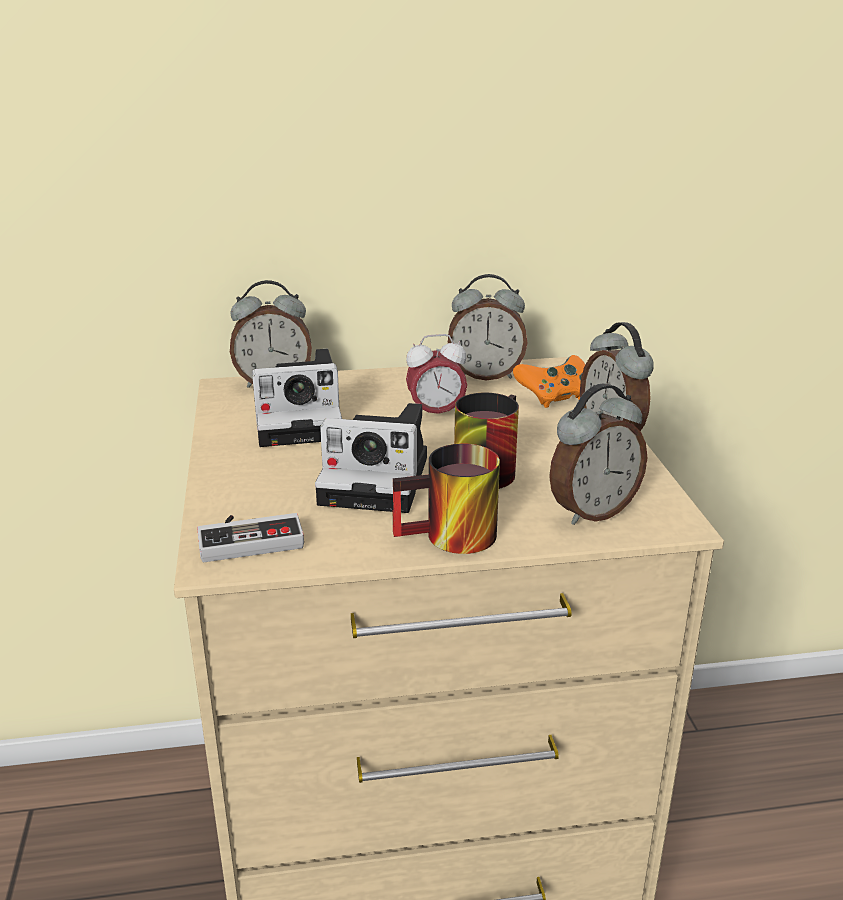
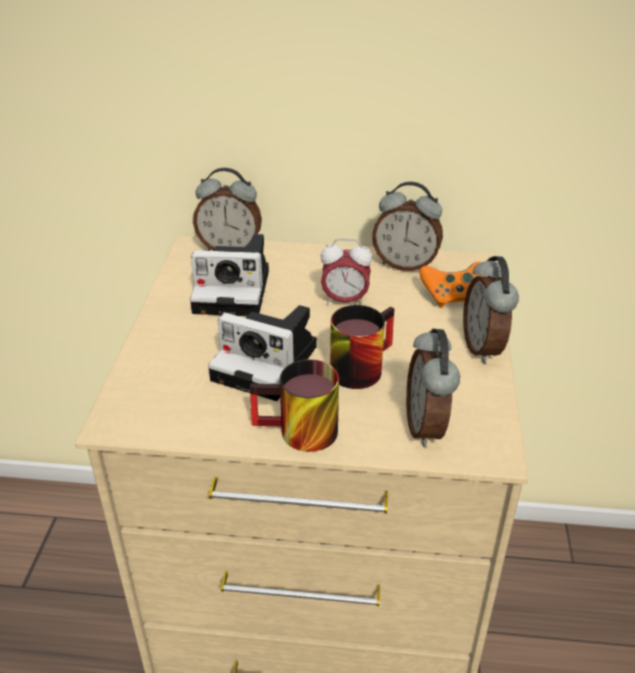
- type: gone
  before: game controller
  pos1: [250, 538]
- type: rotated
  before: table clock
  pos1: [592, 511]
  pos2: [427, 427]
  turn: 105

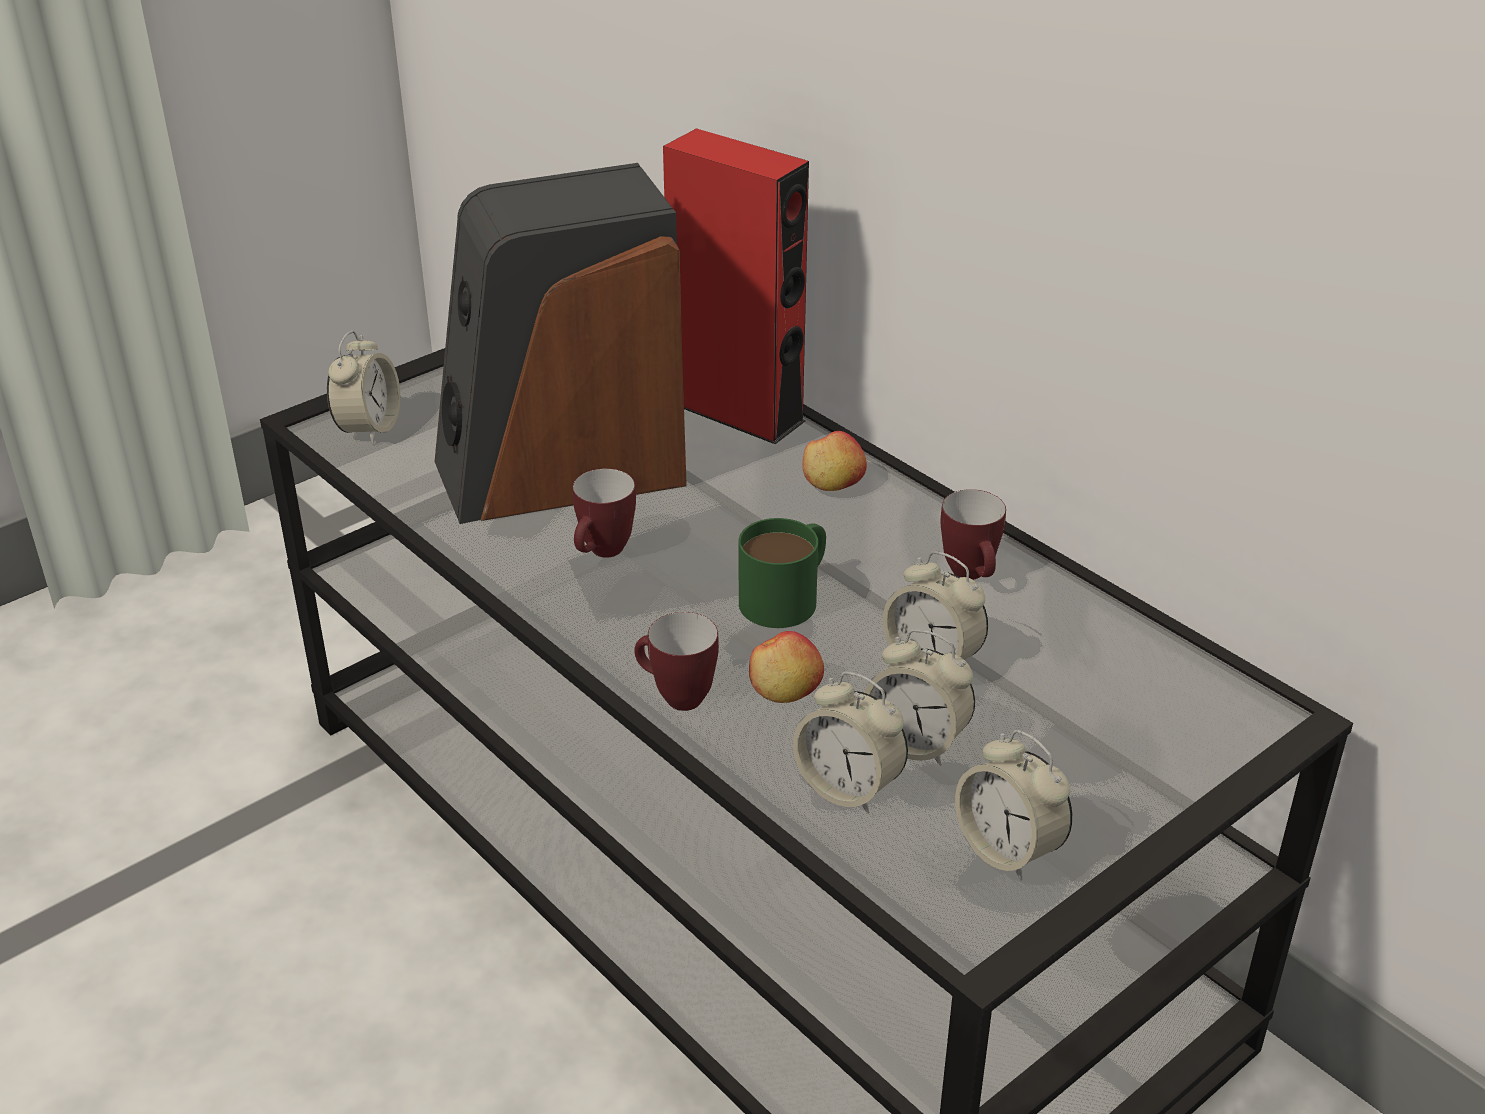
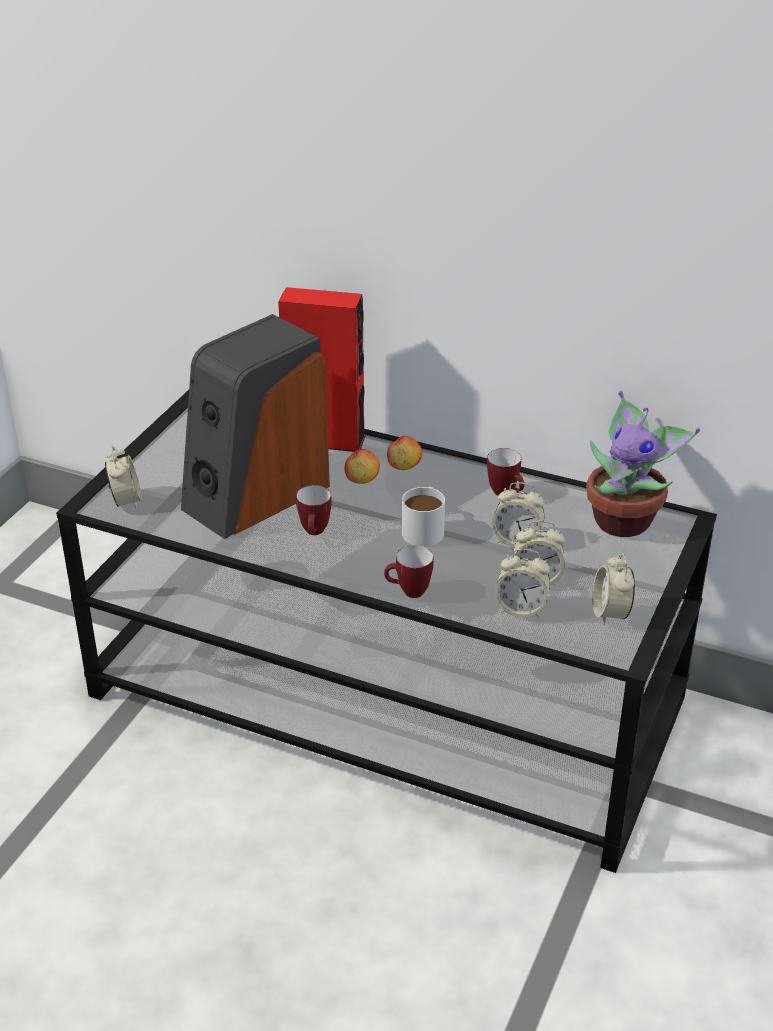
- type: repainted
  before: mug (green-coloured)
  after: mug (white-coloured)
  pos1: [788, 596]
  pos2: [425, 528]
- type: shifted
  before: whole apple
  pos1: [785, 692]
  pos2: [362, 479]
- type: rotated
  before: table clock
  pos1: [1008, 850]
  pos2: [610, 613]
  turn: 60
- type: new
  after: plant in a pot
  pos2: [625, 521]

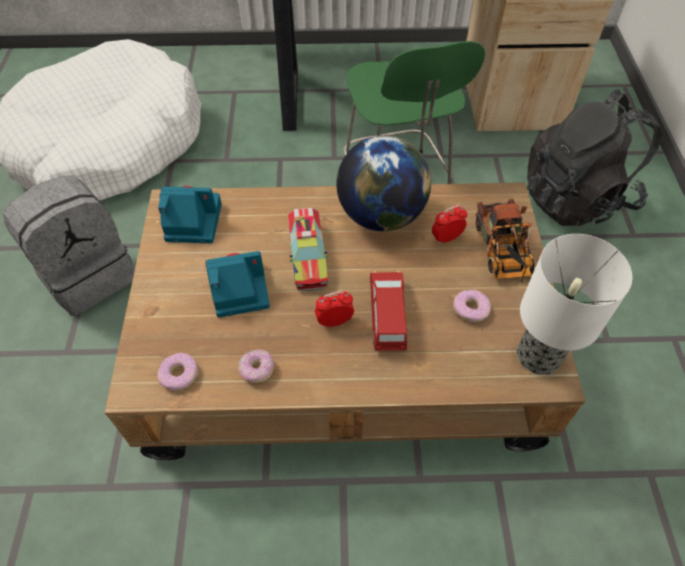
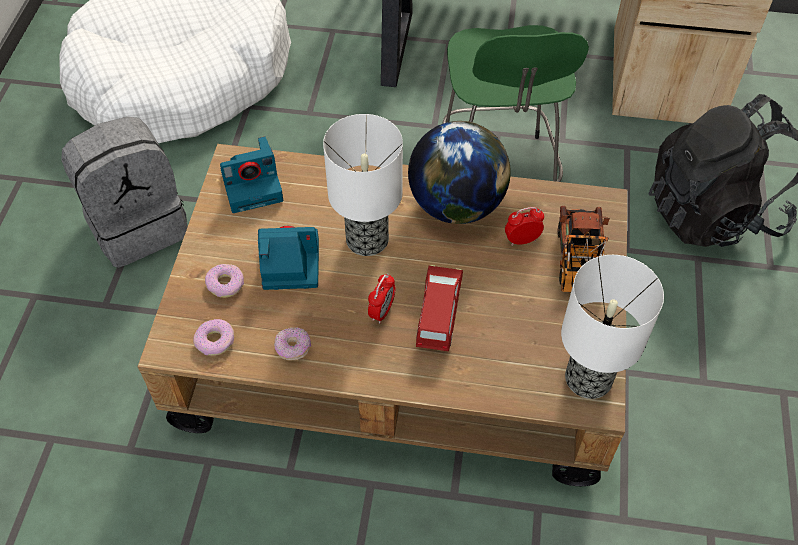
- type: rotated
  before: photo camera
  pos1: [192, 222]
  pos2: [253, 185]
  turn: 150
- type: swapped
  before: model truck
  after: lamp for a table
  pos1: [308, 256]
  pos2: [368, 239]
- type: rotated
  before: table clock
  pos1: [334, 321]
  pos2: [382, 311]
  turn: 120
- type: shifted
  before: ring doughnut
  pos1: [470, 309]
  pos2: [225, 284]

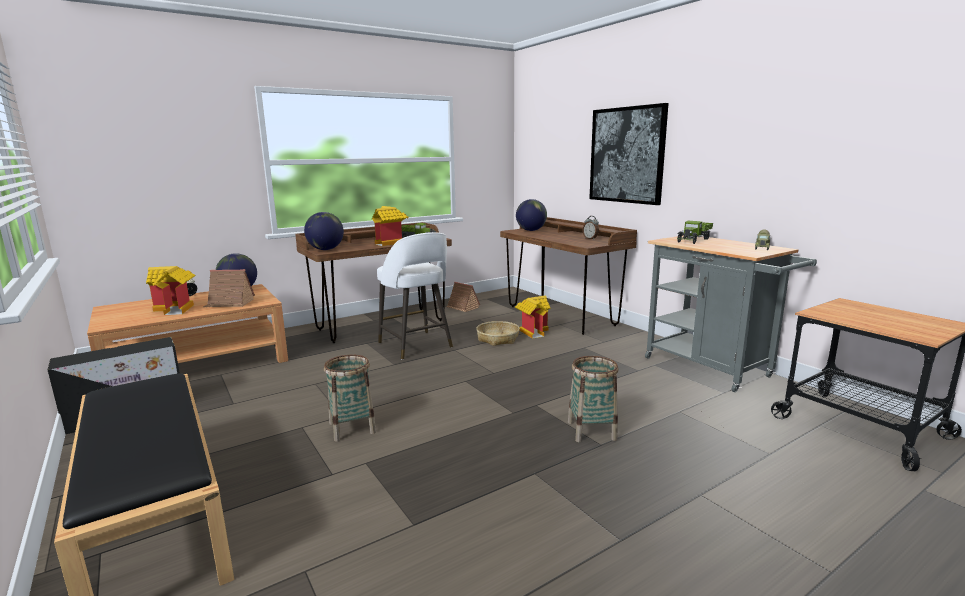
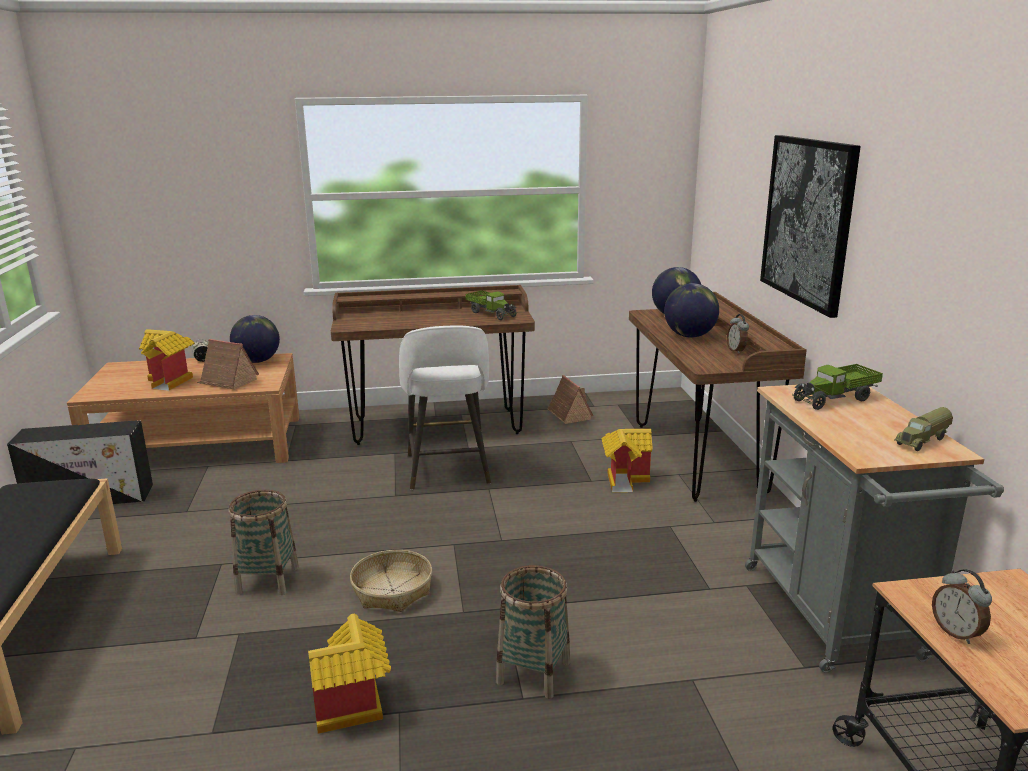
- type: shifted
  before: world globe
  pos1: [325, 249]
  pos2: [689, 336]
- type: shifted
  before: toy house
  pos1: [390, 243]
  pos2: [354, 709]
- type: shifted
  before: storage basket
  pos1: [498, 339]
  pos2: [392, 590]
- type: new
  after: table clock
  pos2: [956, 632]

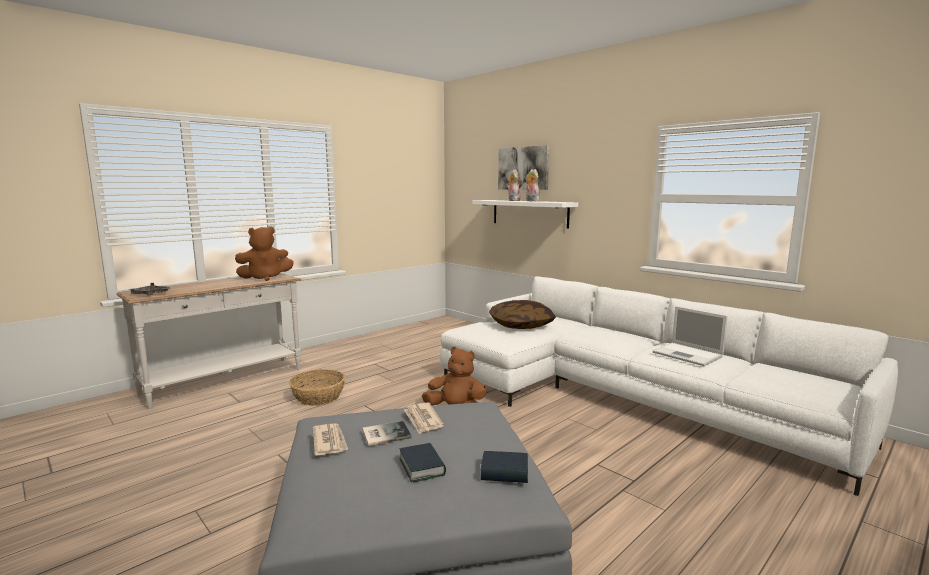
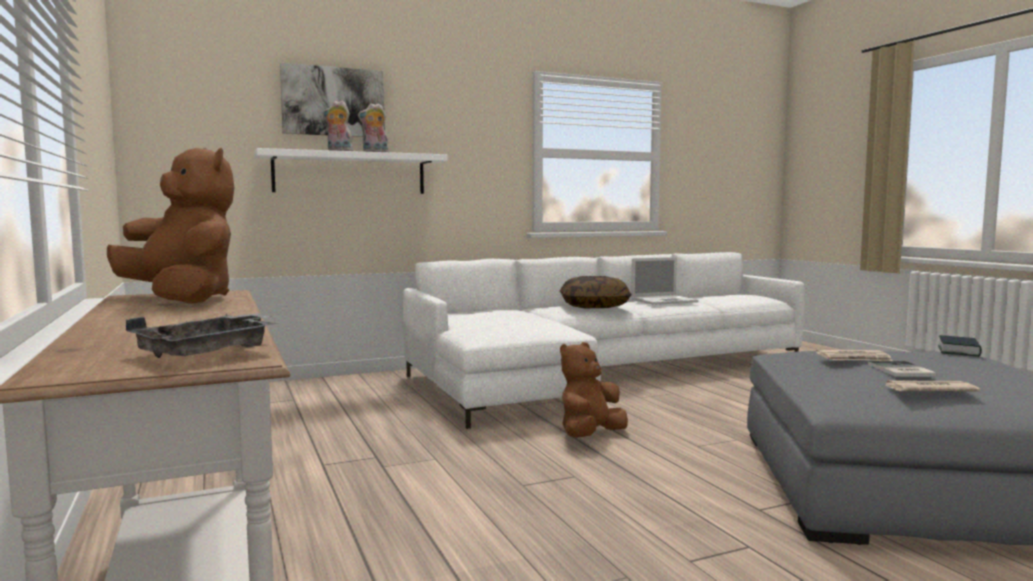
- type: rotated
  before: soft toy (brown)
  pos1: [265, 278]
  pos2: [182, 299]
  turn: -45
- type: gone
  before: storage basket
  pos1: [319, 397]
- type: gone
  before: book
  pos1: [422, 467]
- type: shifted
  before: pillow
  pos1: [521, 325]
  pos2: [594, 306]

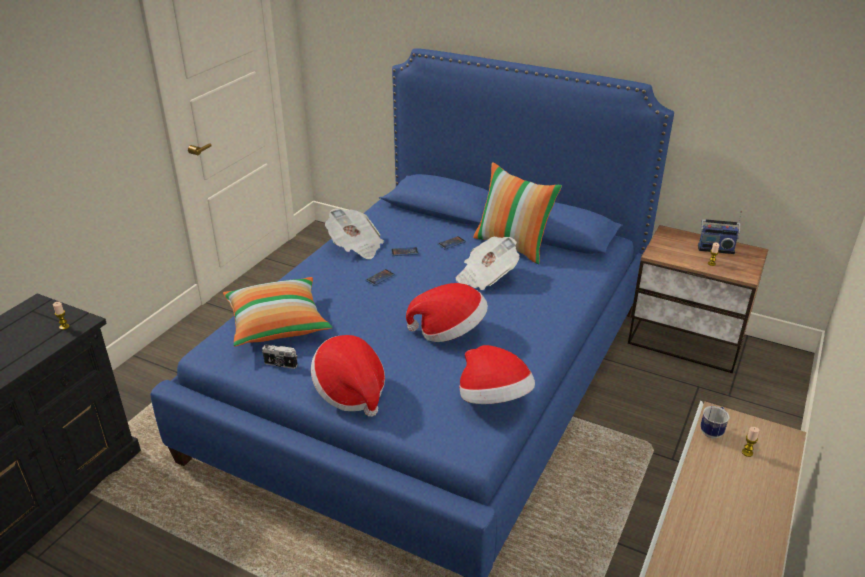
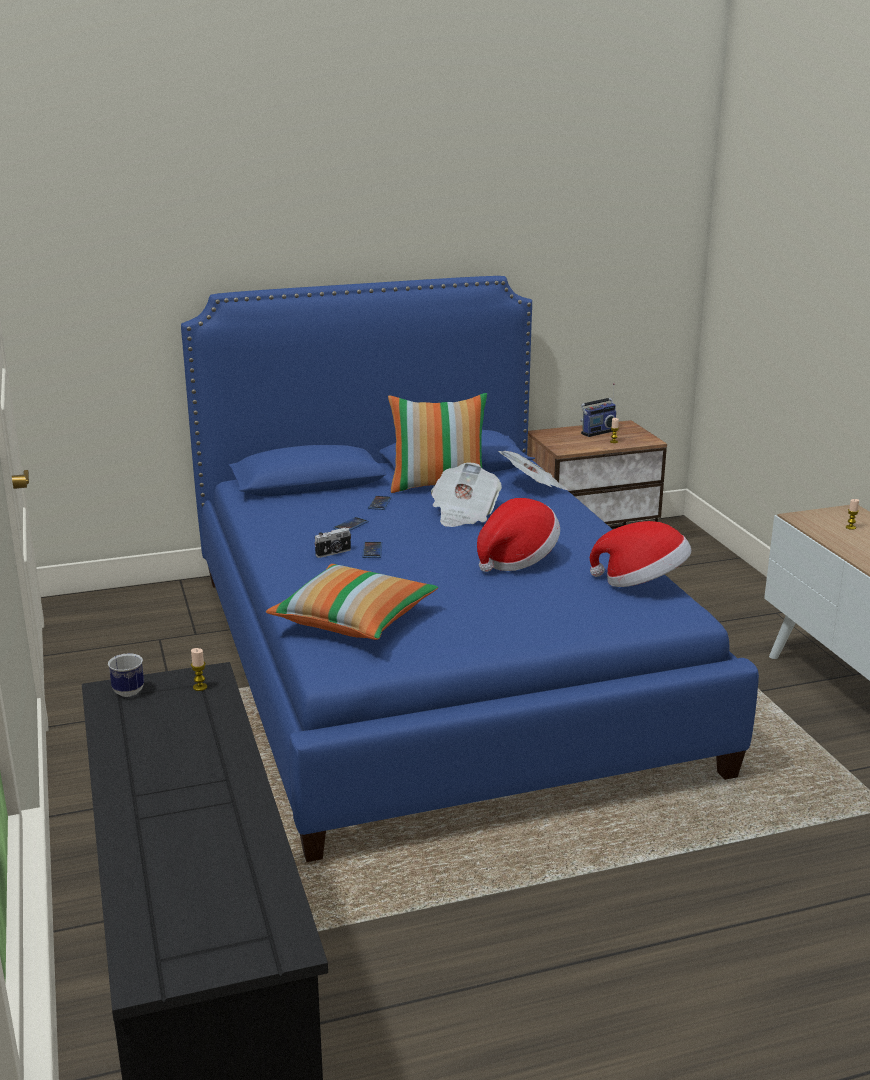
- type: shifted
  before: photo camera
  pos1: [280, 365]
  pos2: [334, 553]
- type: gone
  before: hat
  pos1: [350, 392]
- type: shifted
  before: printed paper
  pos1: [355, 247]
  pos2: [533, 488]
- type: shifted
  before: mug
  pos1: [712, 431]
  pos2: [129, 689]

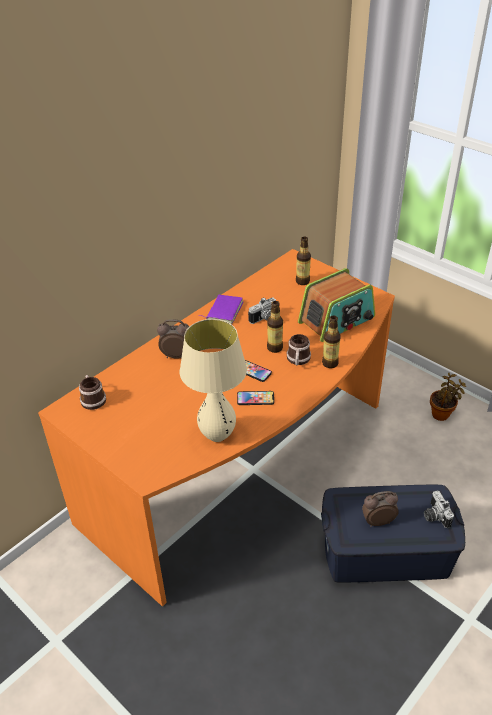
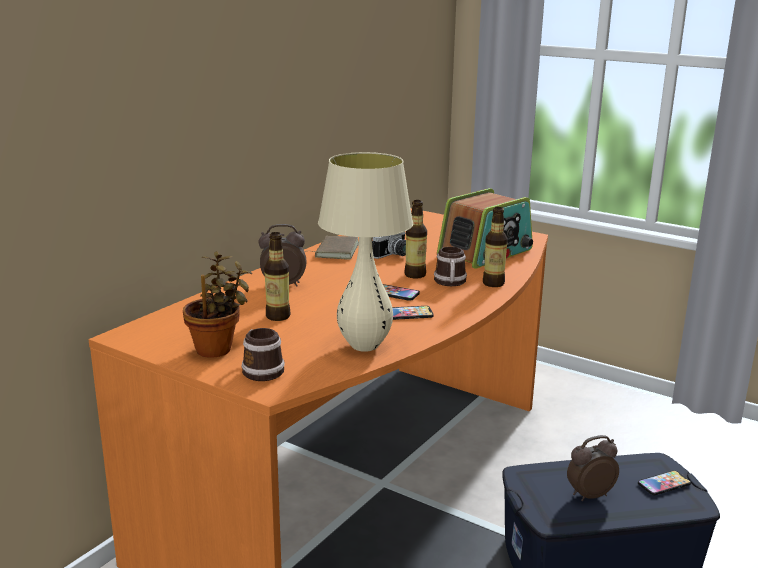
- type: shifted
  before: mug
  pos1: [92, 398]
  pos2: [260, 369]
- type: repainted
  before: book (purple-coloured)
  after: book (brown)
  pos1: [223, 311]
  pos2: [335, 250]
- type: shifted
  before: drink bottle
  pos1: [302, 281]
  pos2: [278, 316]
- type: swapped
  before: photo camera
  after: phone
  pos1: [434, 516]
  pos2: [664, 484]
- type: shifted
  before: plant in a pot
  pos1: [442, 414]
  pos2: [217, 349]

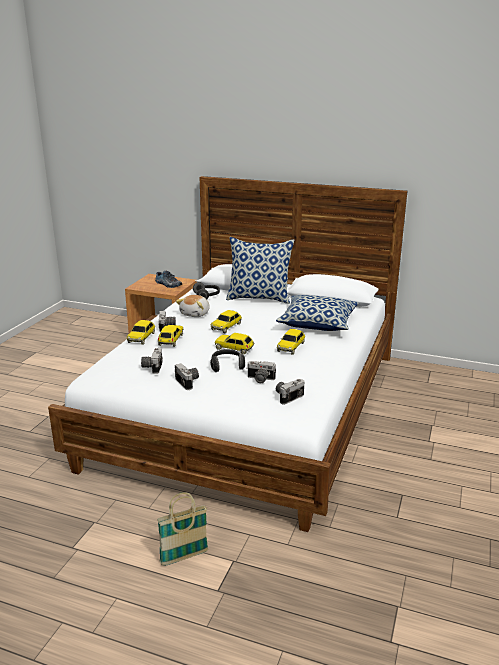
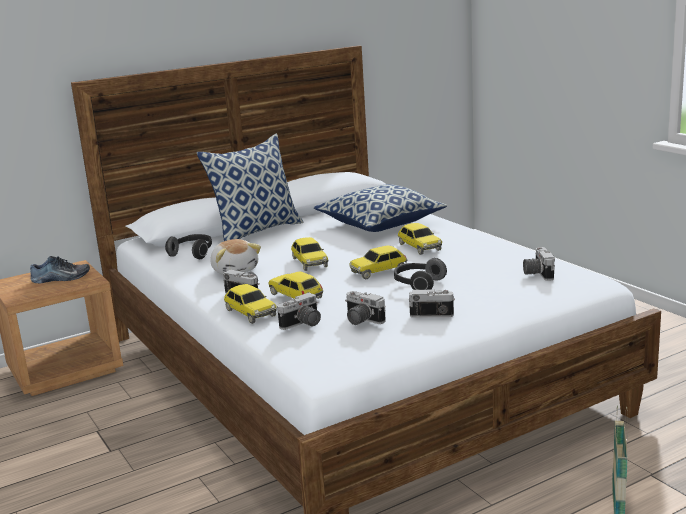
- type: shifted
  before: photo camera
  pos1: [260, 379]
  pos2: [303, 324]

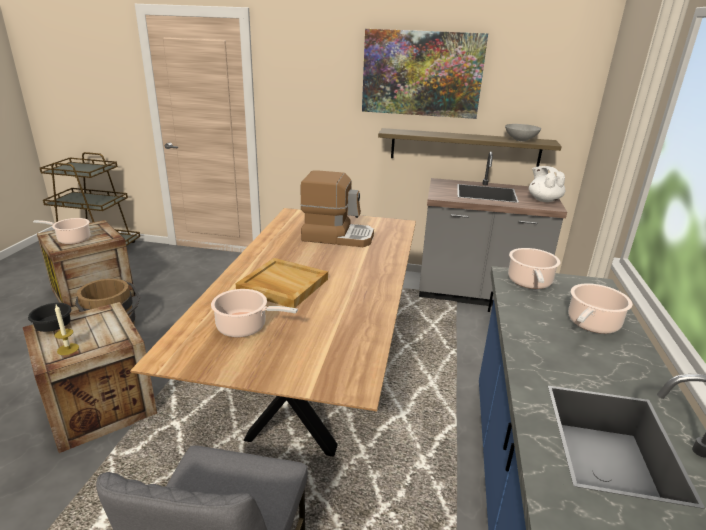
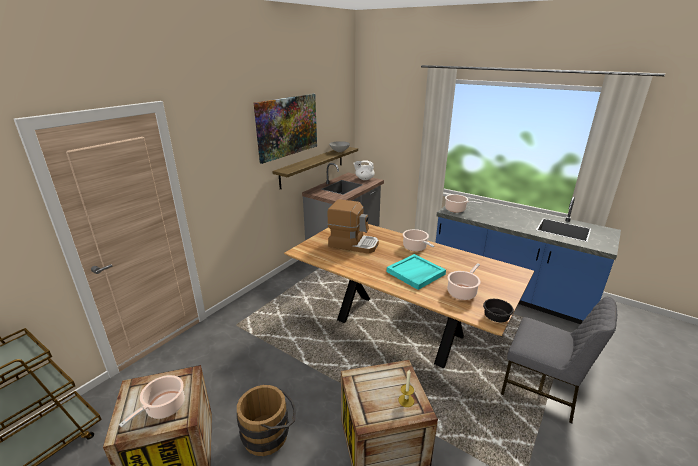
- type: shifted
  before: bowl (black-coloured)
  pos1: [54, 327]
  pos2: [495, 318]
- type: repainted
  before: carrying tray (beige)
  after: carrying tray (blue-green)
  pos1: [282, 285]
  pos2: [415, 273]
- type: rotated
  before: coffee brewer
  pos1: [337, 236]
  pos2: [353, 244]
  turn: 75
- type: shifted
  before: stockpot
  pos1: [592, 324]
  pos2: [415, 248]

